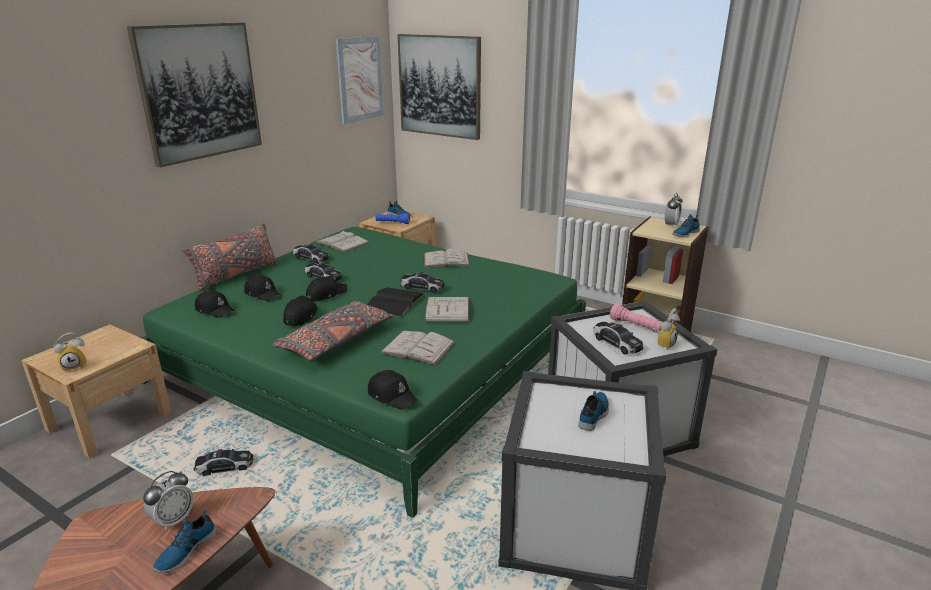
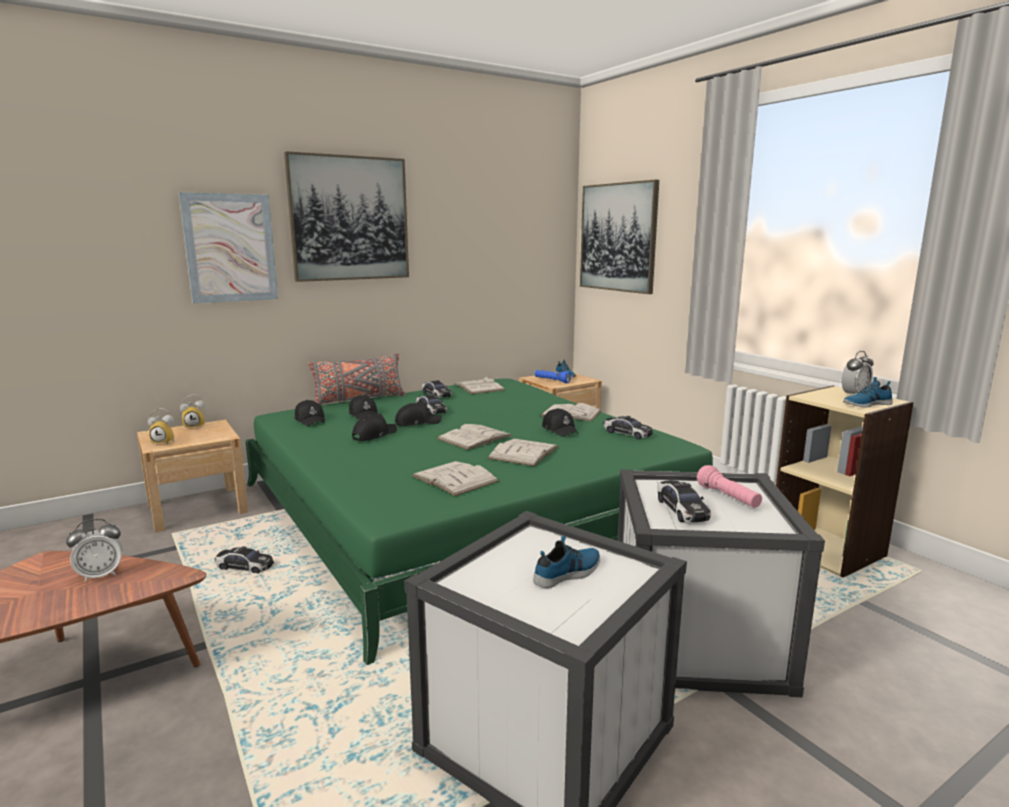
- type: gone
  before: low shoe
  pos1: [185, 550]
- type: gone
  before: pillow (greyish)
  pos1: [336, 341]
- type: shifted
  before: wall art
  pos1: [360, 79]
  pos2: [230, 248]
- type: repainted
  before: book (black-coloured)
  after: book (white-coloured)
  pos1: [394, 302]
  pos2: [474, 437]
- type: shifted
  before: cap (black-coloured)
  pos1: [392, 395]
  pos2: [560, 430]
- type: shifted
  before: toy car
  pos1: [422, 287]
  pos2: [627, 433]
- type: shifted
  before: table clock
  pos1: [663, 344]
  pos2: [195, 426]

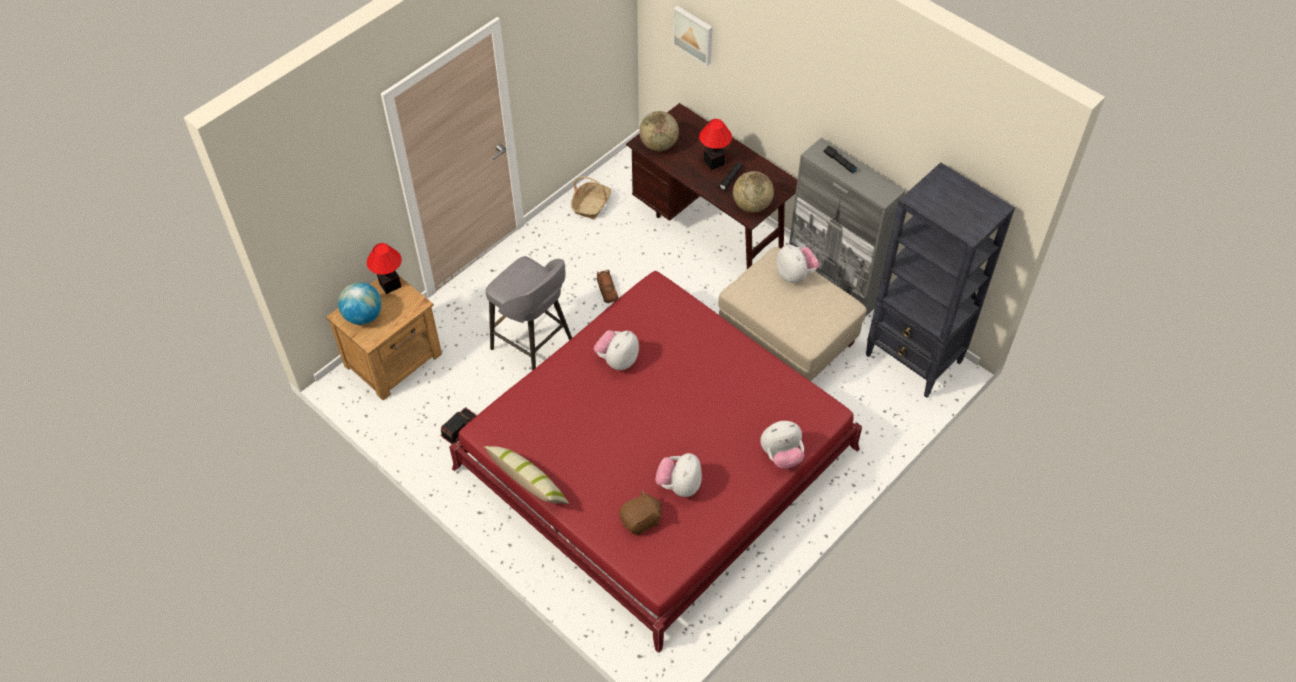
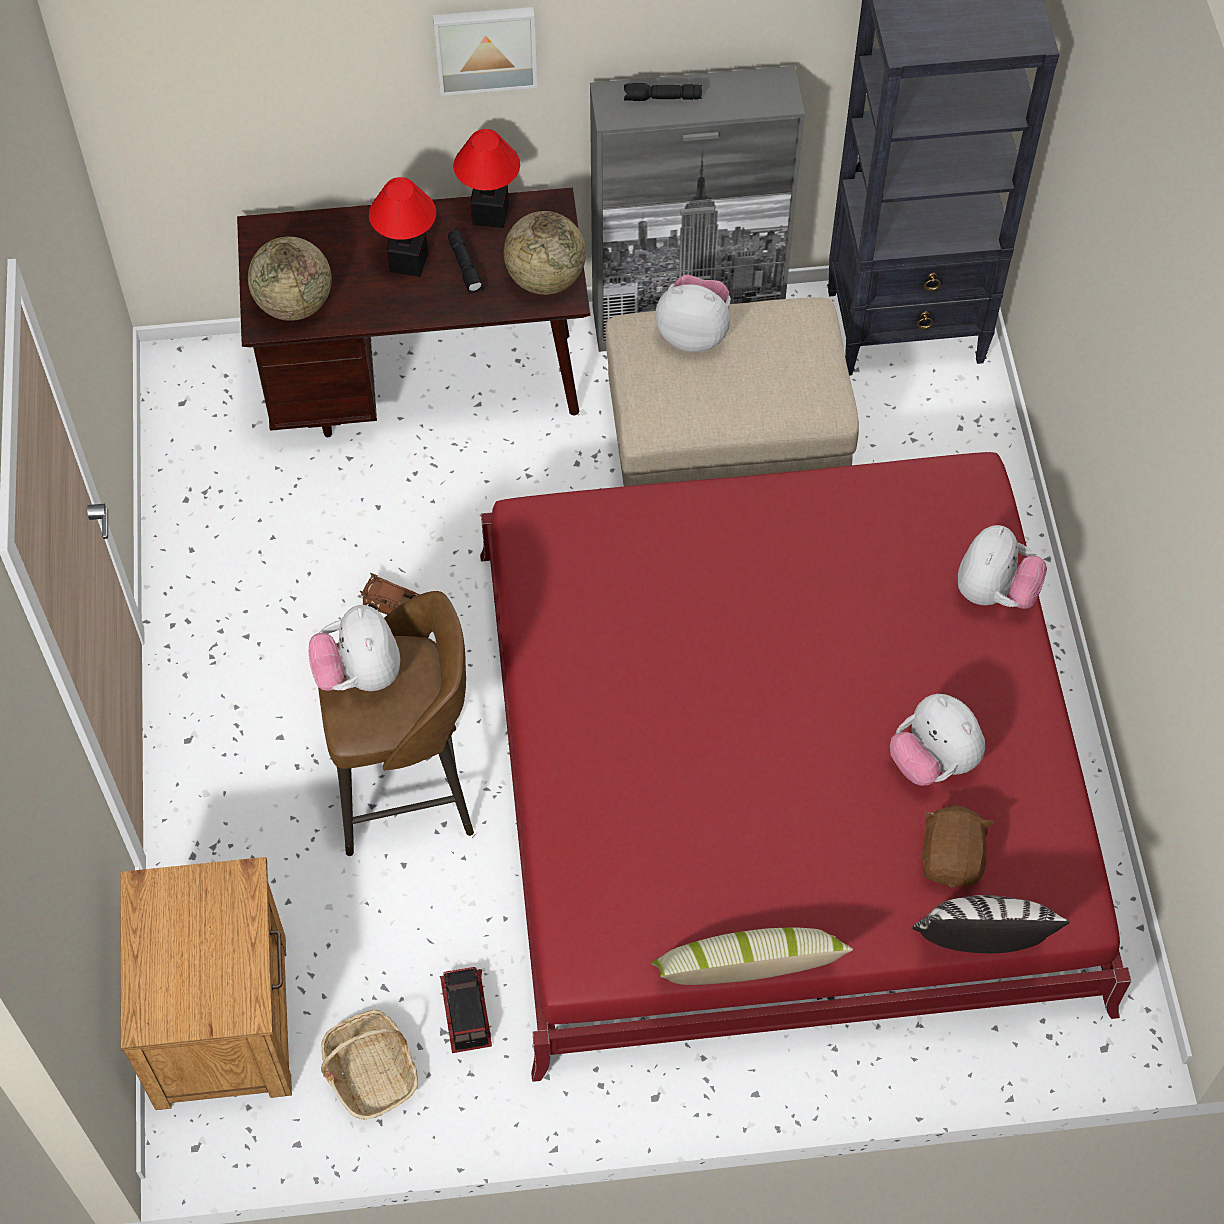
- type: gone
  before: world globe
  pos1: [363, 316]
- type: shifted
  before: lamp for a table
  pos1: [390, 284]
  pos2: [490, 213]
- type: repainted
  before: sitting stool (greyish)
  after: sitting stool (brown)
  pos1: [534, 347]
  pos2: [408, 789]
- type: shifted
  before: storage basket
  pos1: [591, 205]
  pos2: [371, 1072]
- type: shifted
  before: soft toy
  pos1: [617, 360]
  pos2: [359, 674]
- type: shifted
  before: wall art
  pos1: [694, 34]
  pos2: [485, 47]
- type: new
  after: pillow
  pos2: [980, 946]

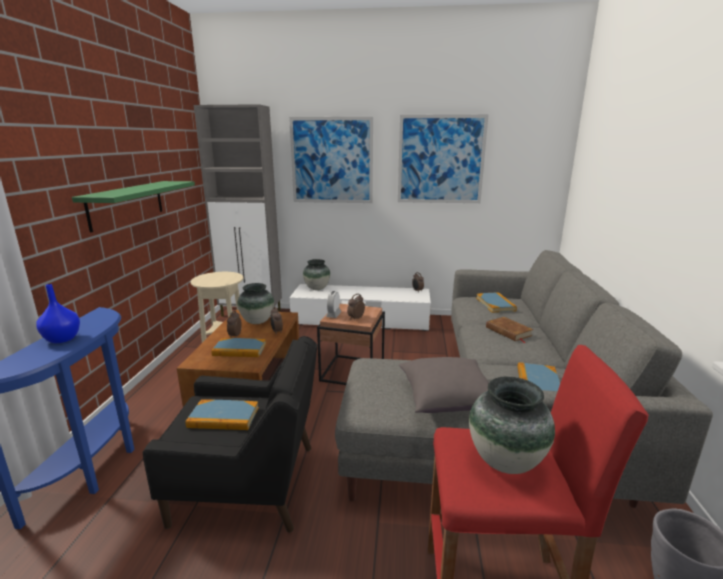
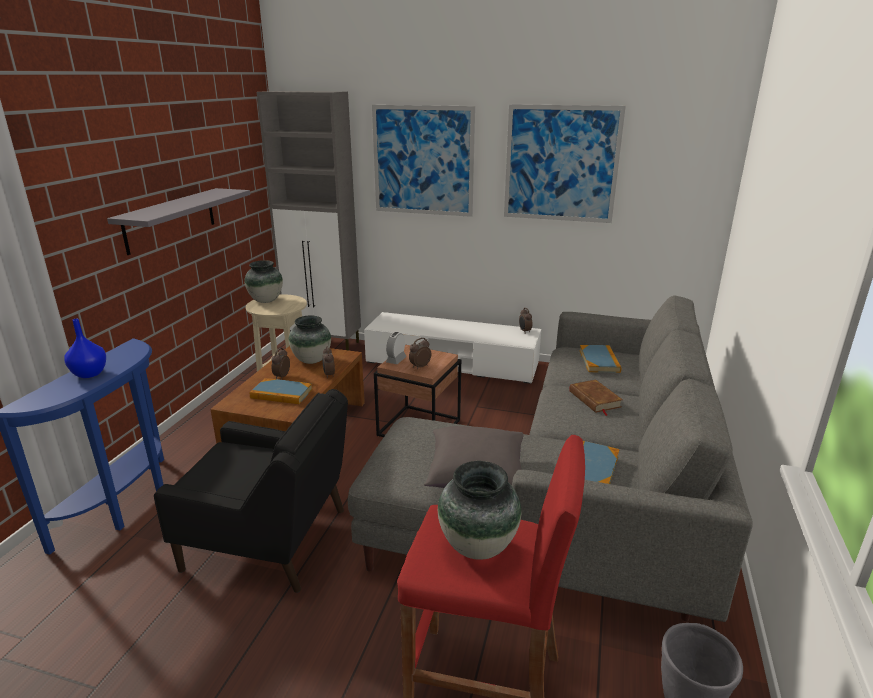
- type: repainted
  before: shelf (green-coloured)
  after: shelf (greyish)
  pos1: [127, 204]
  pos2: [170, 220]
- type: gone
  before: book
  pos1: [223, 417]
- type: shifted
  before: vase
  pos1: [317, 288]
  pos2: [266, 300]

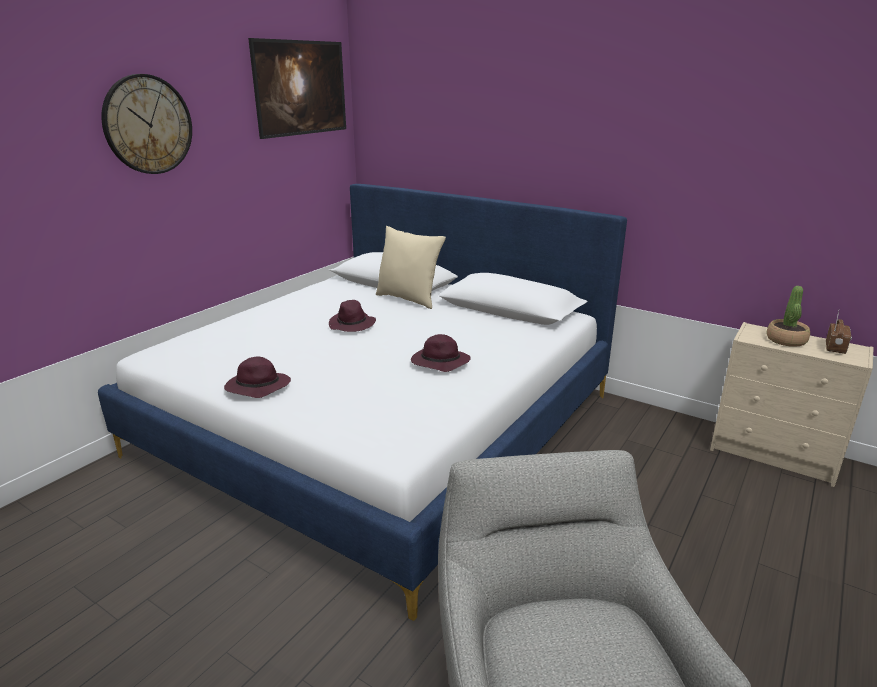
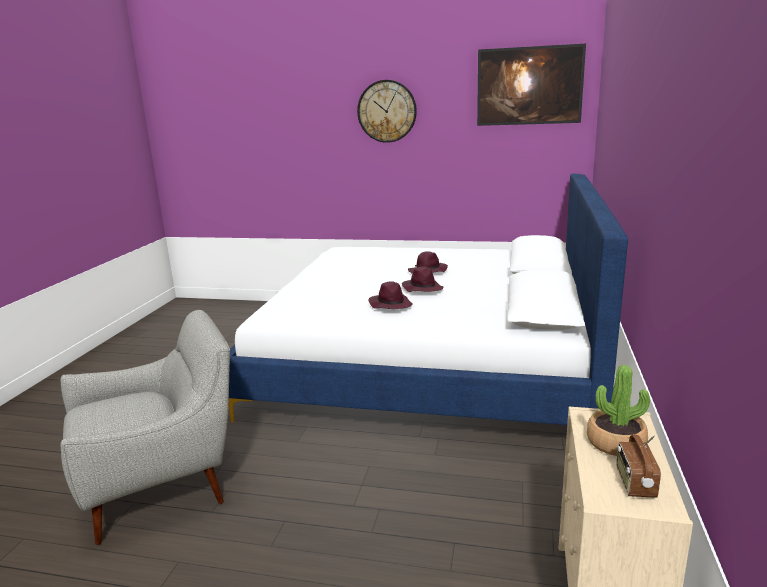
- type: shifted
  before: hat (purple-coloured)
  pos1: [257, 387]
  pos2: [422, 288]
- type: gone
  before: pillow (beige)
  pos1: [409, 299]
- type: rotated
  before: radio receiver
  pos1: [835, 348]
  pos2: [634, 484]
  turn: 90

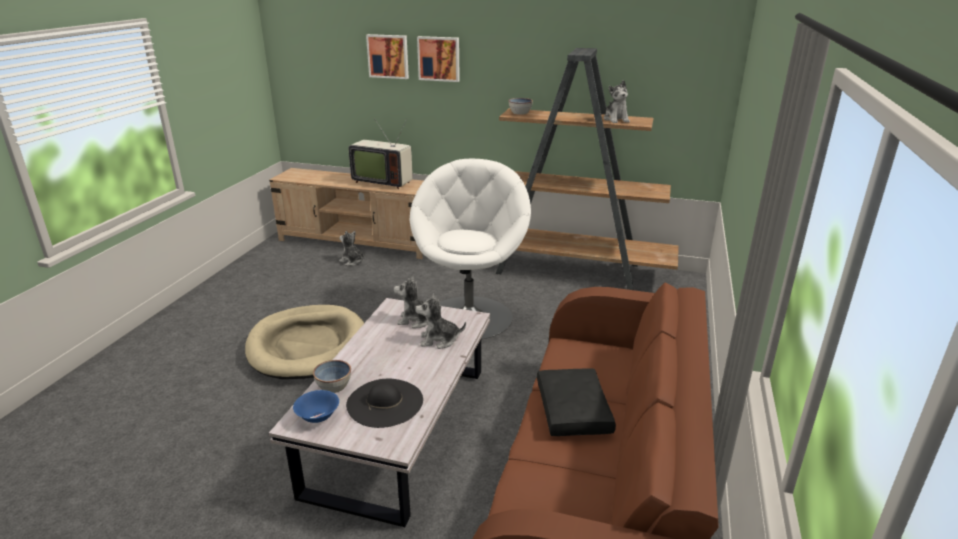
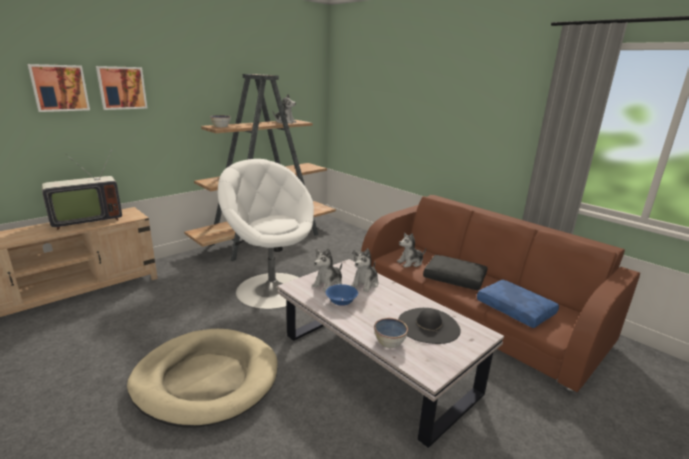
- type: shifted
  before: bowl (blue)
  pos1: [317, 417]
  pos2: [341, 302]
- type: shifted
  before: soft toy
  pos1: [352, 261]
  pos2: [410, 262]
- type: new
  after: pillow (blue)
  pos2: [516, 309]

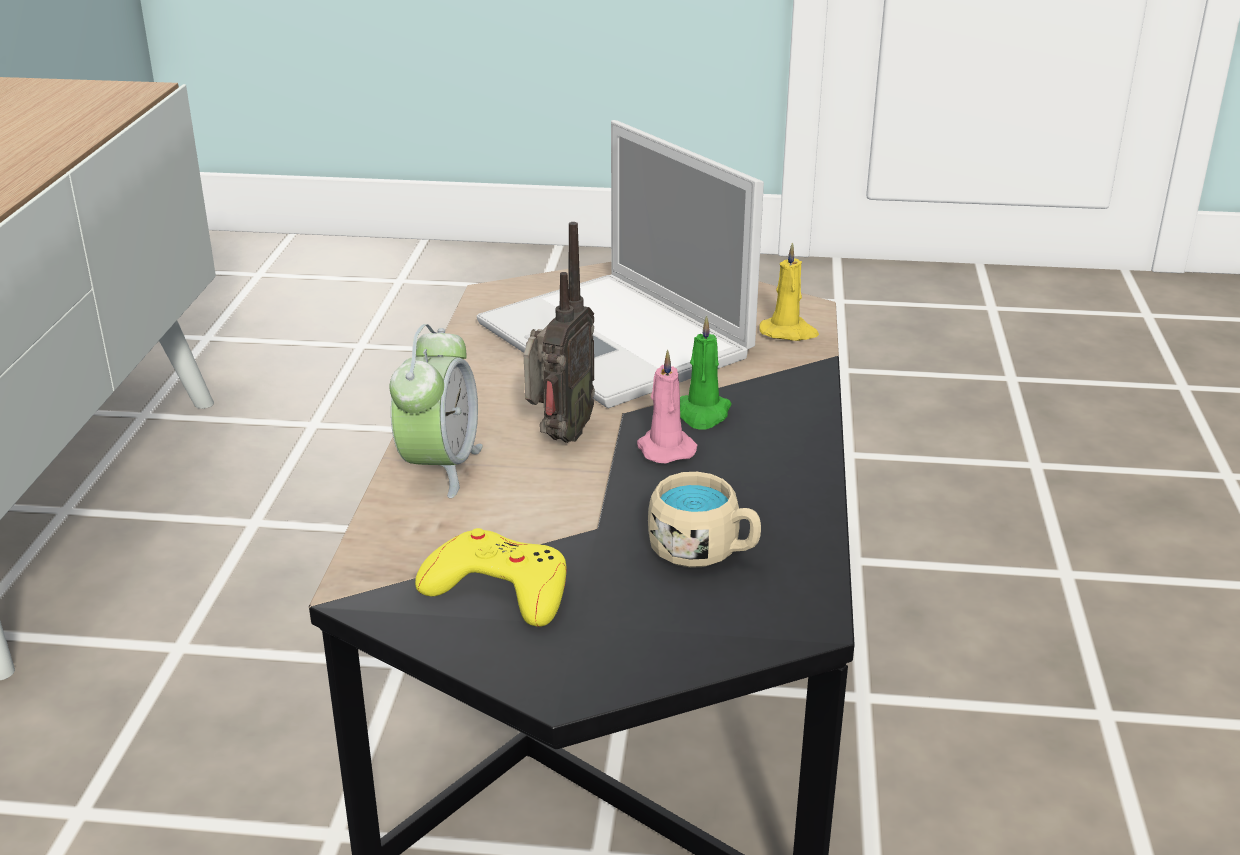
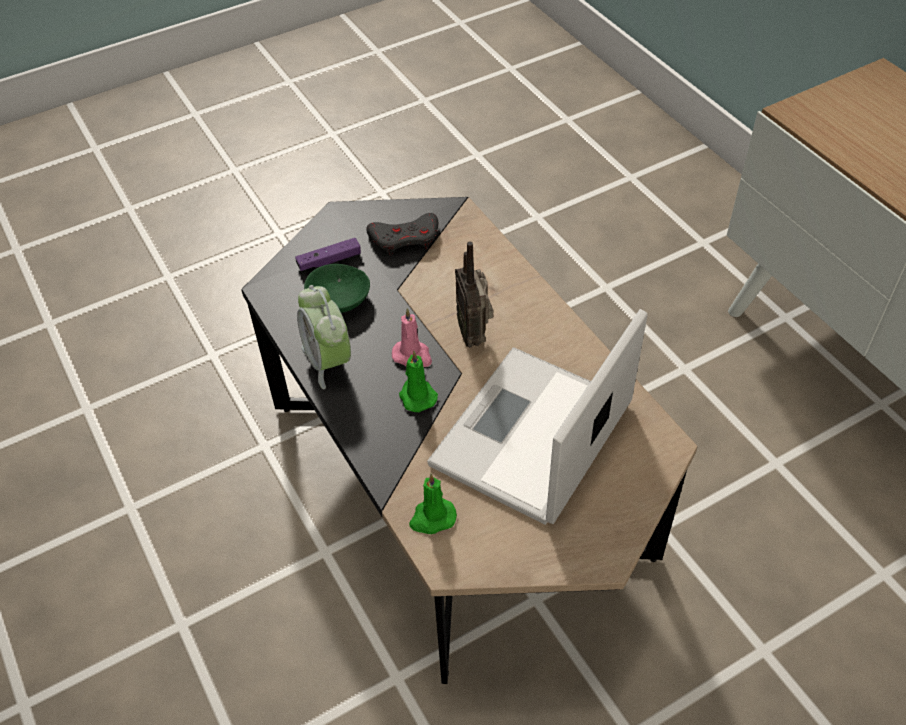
- type: shifted
  before: table clock
  pos1: [440, 467]
  pos2: [328, 361]
- type: repainted
  before: game controller (yellow-coloured)
  after: game controller (greyish)
  pos1: [498, 588]
  pos2: [405, 238]
- type: rotated
  before: notebook computer
  pos1: [617, 341]
  pos2: [530, 438]
  turn: -75
- type: swapped
  before: mug (beige)
  after: bowl (green-coloured)
  pos1: [704, 551]
  pos2: [337, 301]
- type: repainted
  before: wax light (yellow-coloured)
  after: wax light (green-coloured)
  pos1: [789, 332]
  pos2: [432, 518]
- type: new
  after: game controller (purple-coloured)
  pos2: [329, 261]

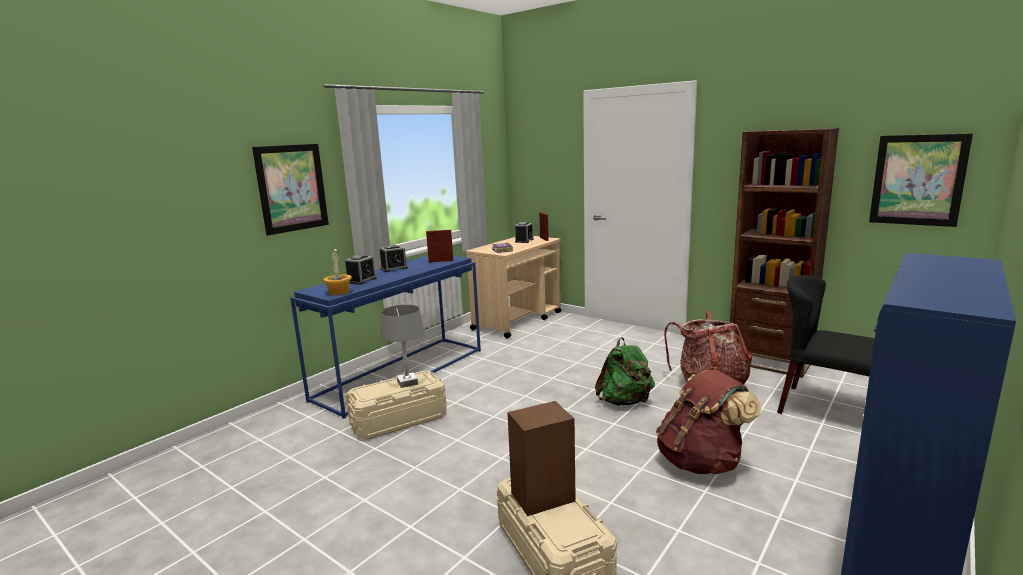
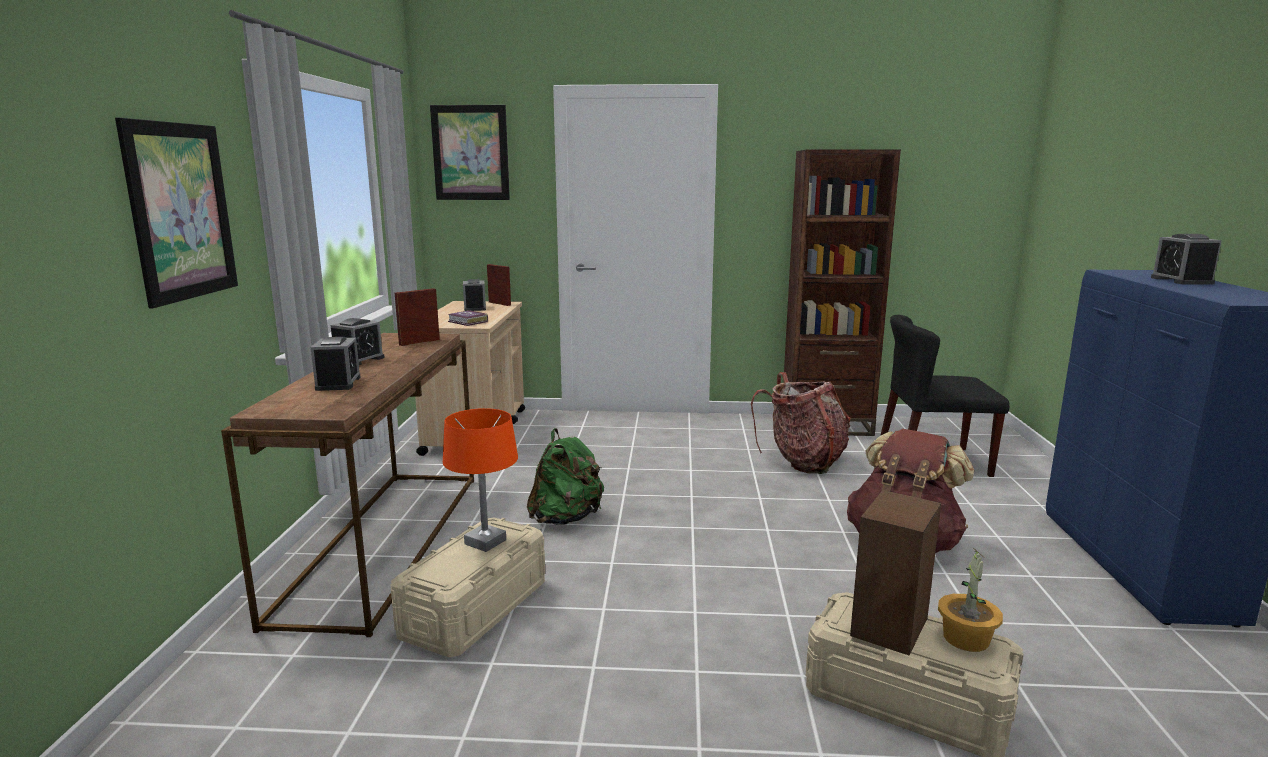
- type: repainted
  before: hall table (blue)
  after: hall table (brown)
  pos1: [401, 373]
  pos2: [383, 541]
- type: shifted
  before: plant in a pot
  pos1: [339, 292]
  pos2: [965, 638]
- type: repainted
  before: lamp for a table (greyish)
  after: lamp for a table (orange-coloured)
  pos1: [407, 382]
  pos2: [485, 542]
- type: shifted
  before: backpack (green-coloured)
  pos1: [624, 402]
  pos2: [566, 518]
- type: shifted
  before: wall art
  pos1: [917, 180]
  pos2: [470, 153]
- type: new
  after: table clock
  pos2: [1181, 281]

